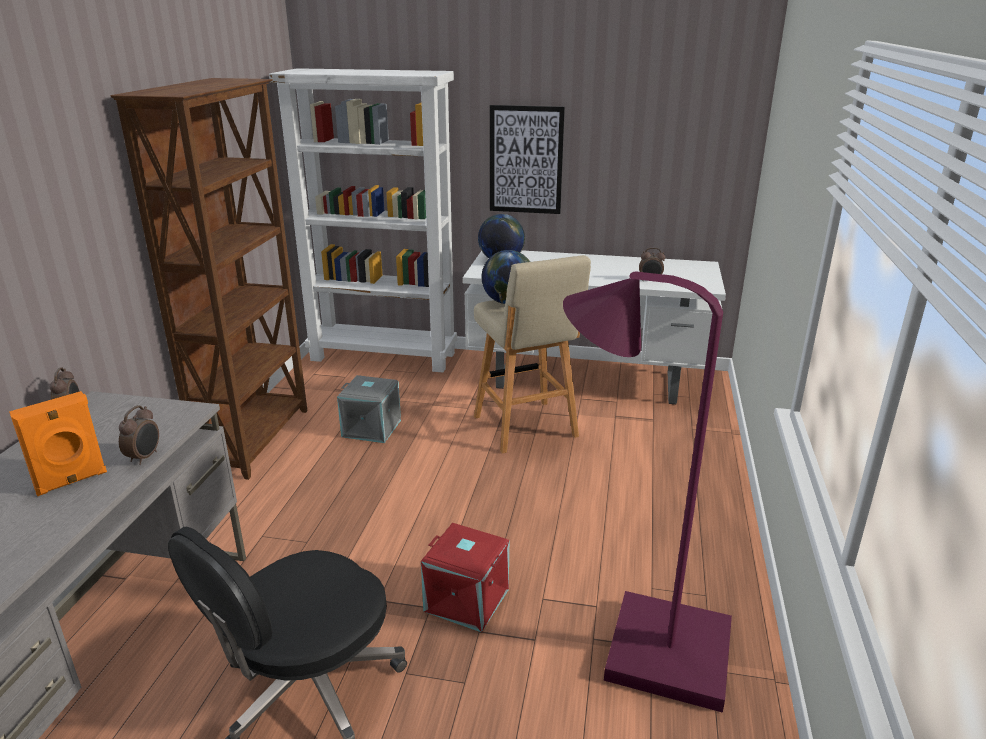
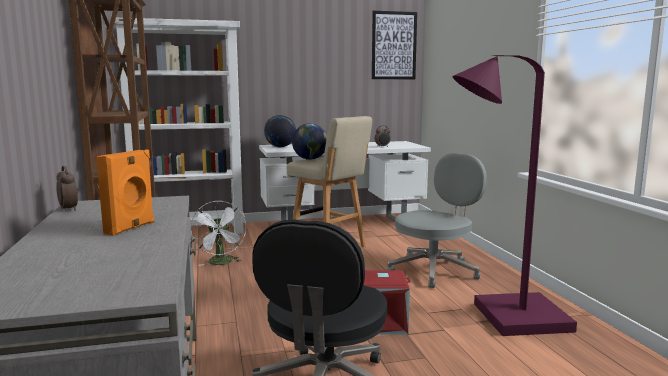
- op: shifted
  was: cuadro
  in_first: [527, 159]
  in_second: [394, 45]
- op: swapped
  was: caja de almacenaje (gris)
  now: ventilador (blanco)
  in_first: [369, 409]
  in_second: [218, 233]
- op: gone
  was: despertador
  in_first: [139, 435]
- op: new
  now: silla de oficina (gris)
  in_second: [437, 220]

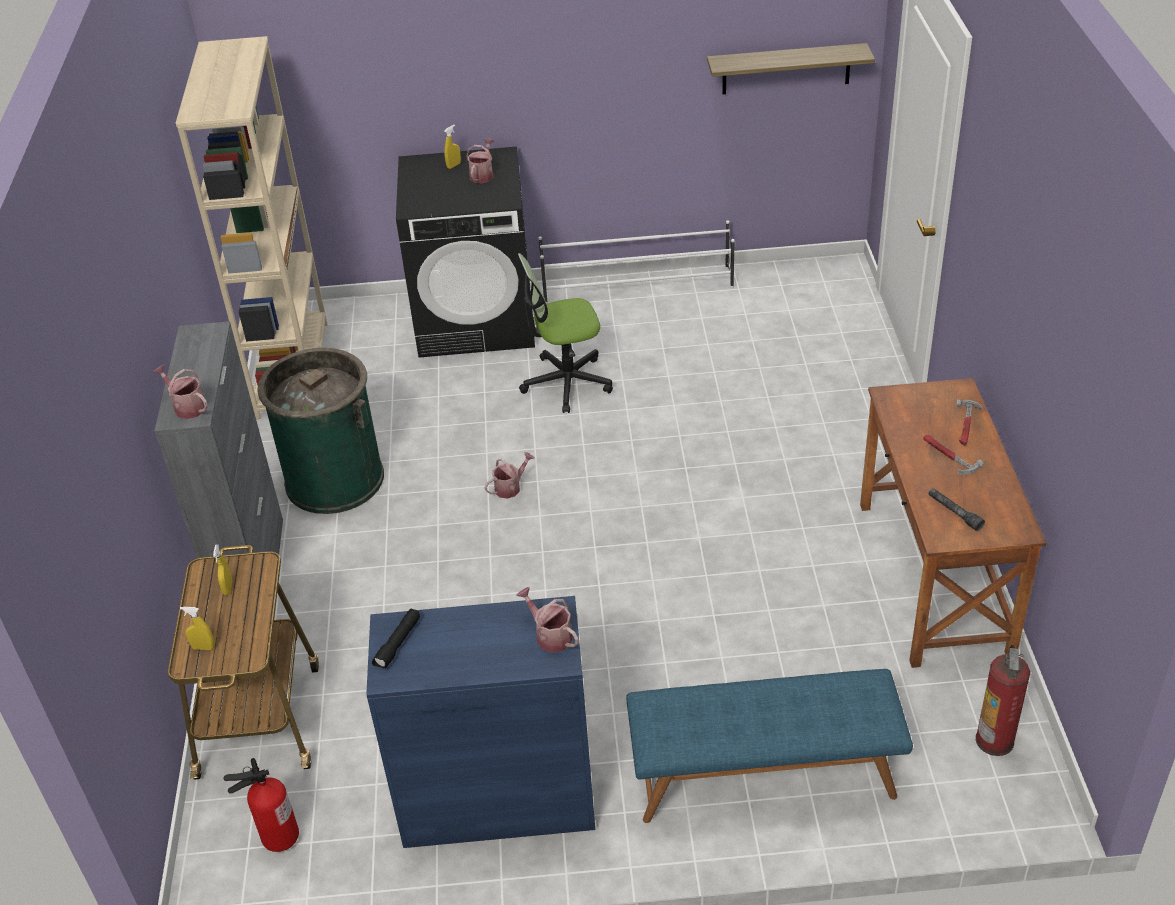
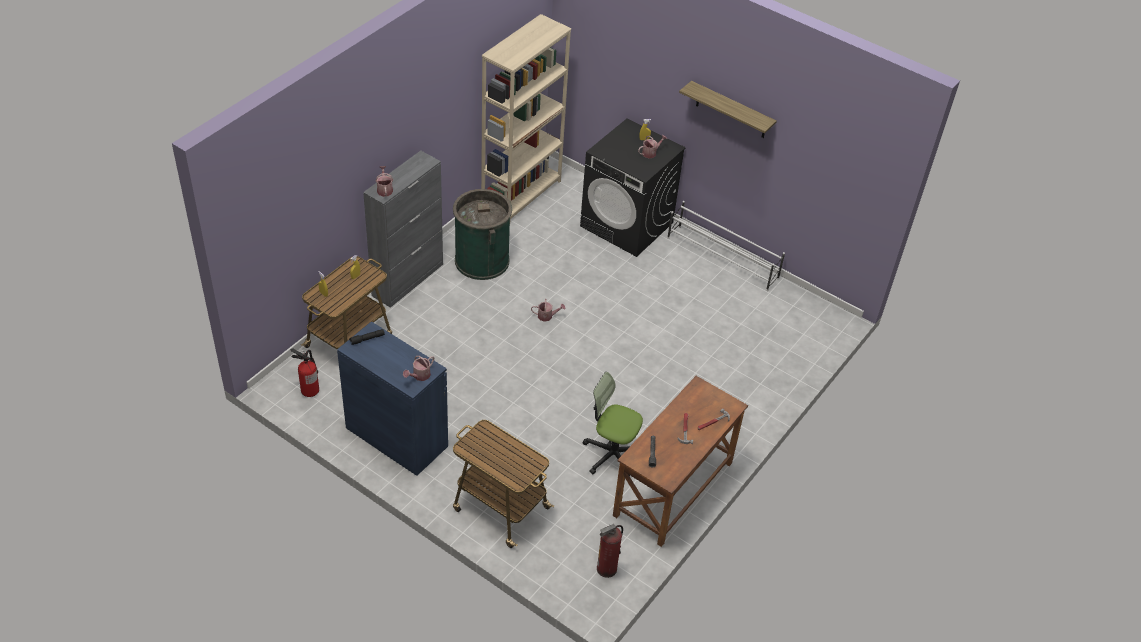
- op: shifted
  was: estante
  in_first: [791, 68]
  in_second: [728, 109]
- op: shifted
  was: silla de oficina
  in_first: [565, 333]
  in_second: [613, 424]
- op: rotated
  was: regadera
  in_first: [547, 620]
  in_second: [418, 368]
  clockwise: -135
- op: swapped
  was: banco (azul)
  now: carrito
  in_first: [769, 746]
  in_second: [503, 484]

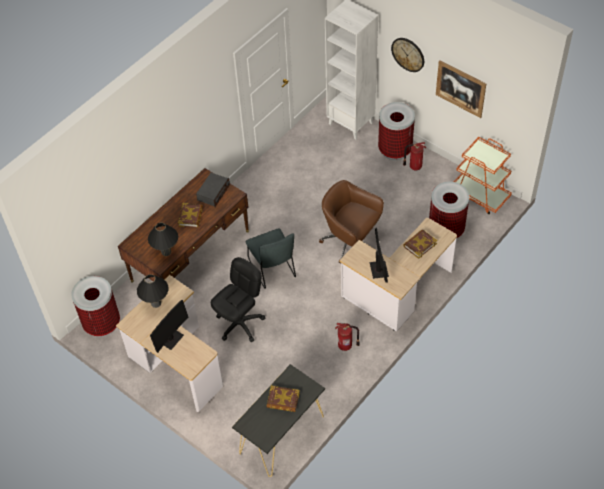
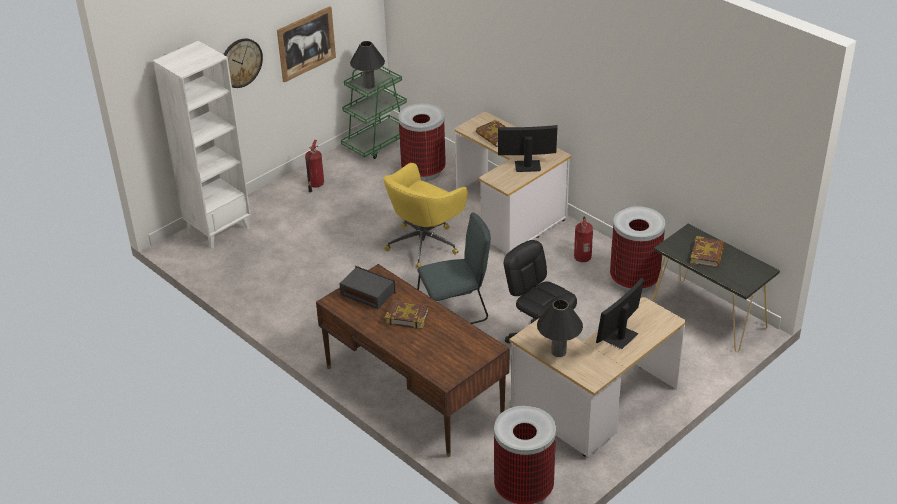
- op: shifted
  was: papelera
  in_first: [396, 131]
  in_second: [637, 249]
- op: repainted
  was: carrito (naranja)
  now: carrito (verde)
  in_first: [483, 175]
  in_second: [374, 112]
- op: repainted
  was: silla de oficina (marrón)
  now: silla de oficina (amarillo)
  in_first: [351, 222]
  in_second: [425, 215]
- op: shifted
  was: lámpara de mesa (negro)
  in_first: [163, 239]
  in_second: [367, 65]
- op: rotated
  was: monitor
  in_first: [169, 326]
  in_second: [620, 313]
  clockwise: -90

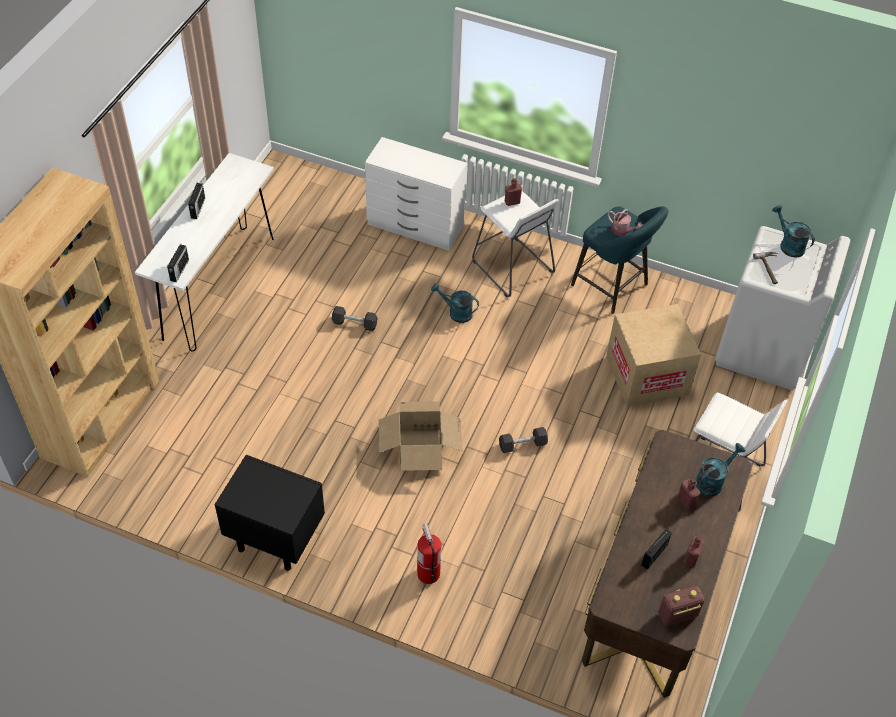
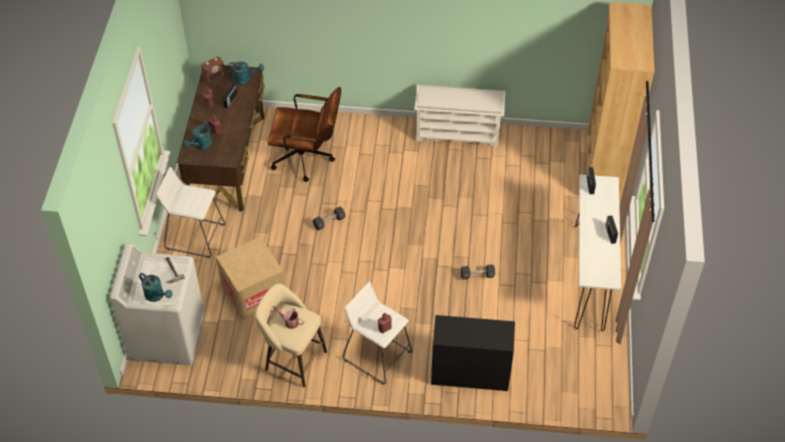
- op: repainted
  was: cómoda (blanco)
  now: cómoda (negro)
  in_first: [416, 194]
  in_second: [473, 353]
- op: repainted
  was: taburete (turquesa)
  now: taburete (beis)
  in_first: [619, 260]
  in_second: [291, 335]
- op: shifted
  was: regadera (turquesa)
  in_first: [455, 303]
  in_second: [246, 73]
- op: gone
  was: caja de cartón
  in_first: [421, 436]
- op: swapped
  was: mesita de noche (negro)
  now: zapatero (blanco)
  in_first: [269, 513]
  in_second: [459, 116]
- op: gone
  was: extintor
  in_first: [429, 553]
- op: new
  now: silla de oficina (marrón)
  in_second: [304, 134]

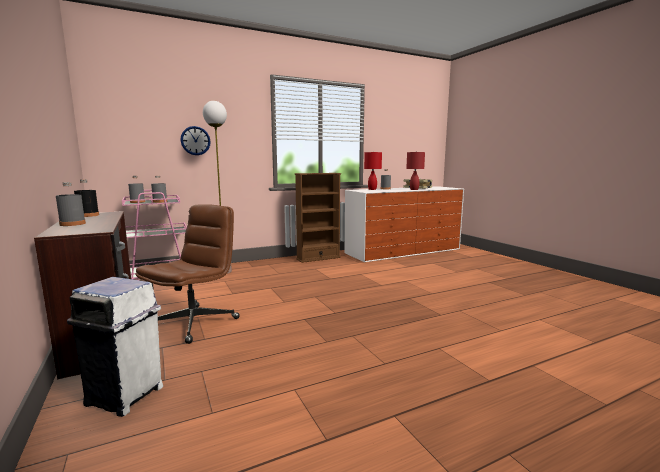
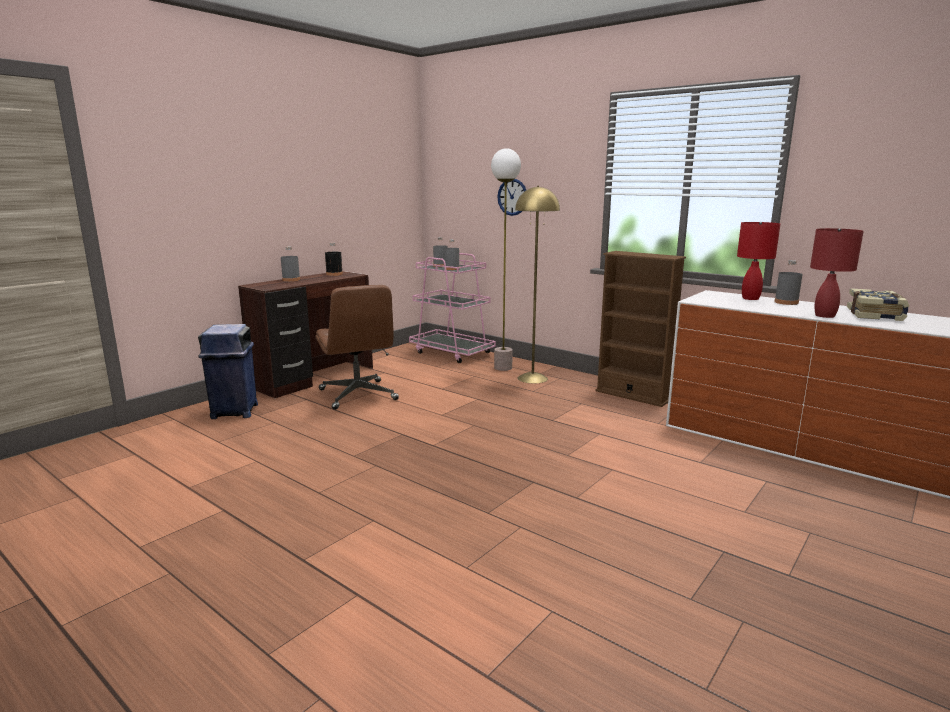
- op: rotated
  was: silla de oficina (marrón)
  in_first: [188, 274]
  in_second: [357, 347]
  clockwise: 60
- op: repainted
  was: papelera (blanco)
  now: papelera (azul)
  in_first: [115, 347]
  in_second: [228, 371]
- op: new
  now: lámpara de pie (amarillo)
  in_second: [537, 284]

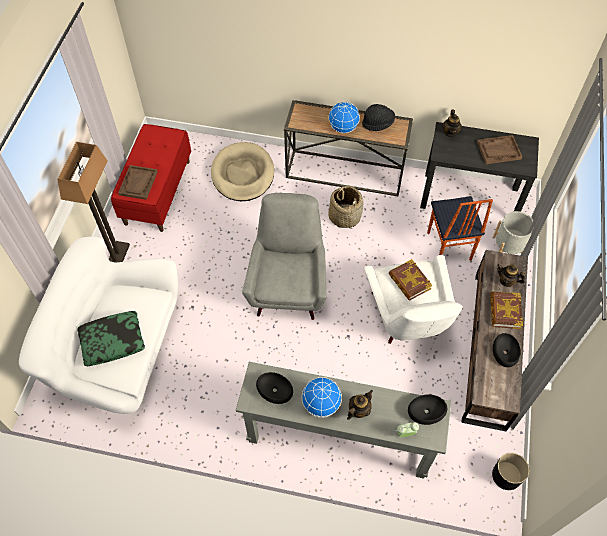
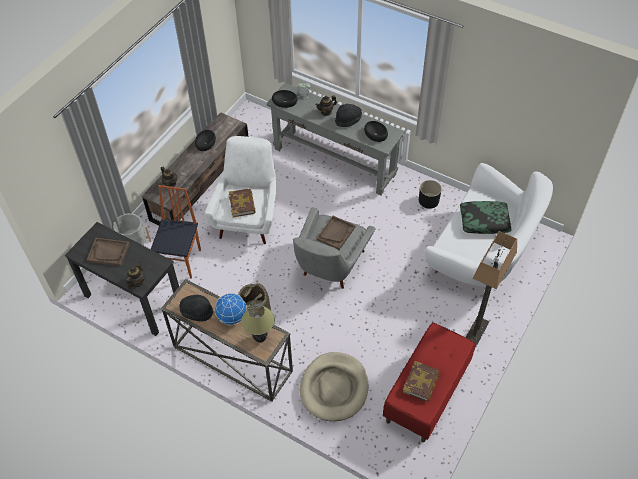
- op: shifted
  was: bandeja (marrón)
  in_first: [138, 182]
  in_second: [336, 233]
- op: shifted
  was: libro
  in_first: [506, 310]
  in_second: [421, 381]
- op: swapped
  was: globo terráqueo
  now: sombrero (negro)
  in_first: [322, 397]
  in_second: [348, 115]
- op: shifted
  was: maceta (negro)
  in_first: [510, 471]
  in_second: [430, 194]
- op: new
  now: lámpara de mesa
  in_second: [258, 323]

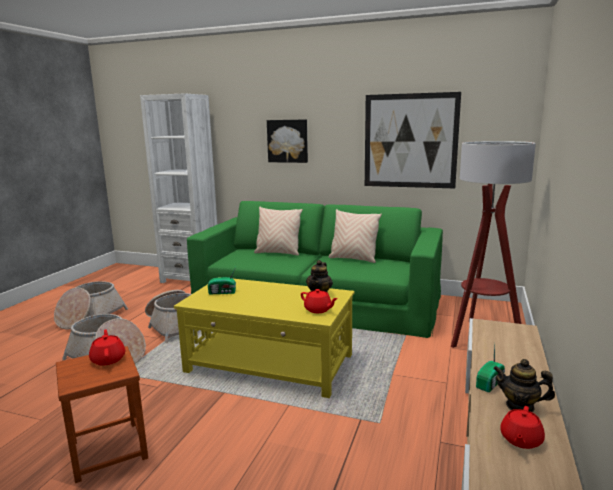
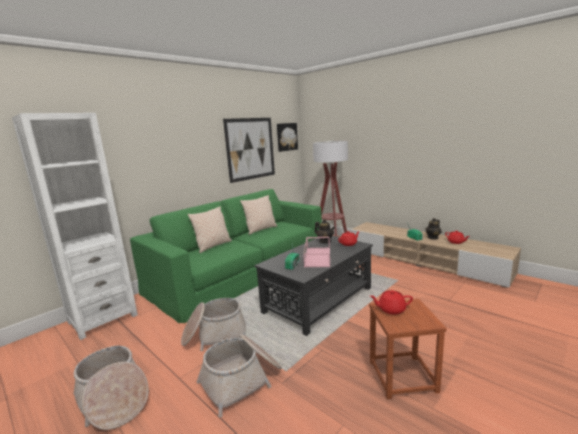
- op: shifted
  was: cuadro
  in_first: [287, 141]
  in_second: [287, 137]
- op: repainted
  was: mesa de centro (amarillo)
  now: mesa de centro (negro)
  in_first: [264, 337]
  in_second: [314, 286]
- op: new
  now: bandeja (rosa)
  in_second: [316, 252]

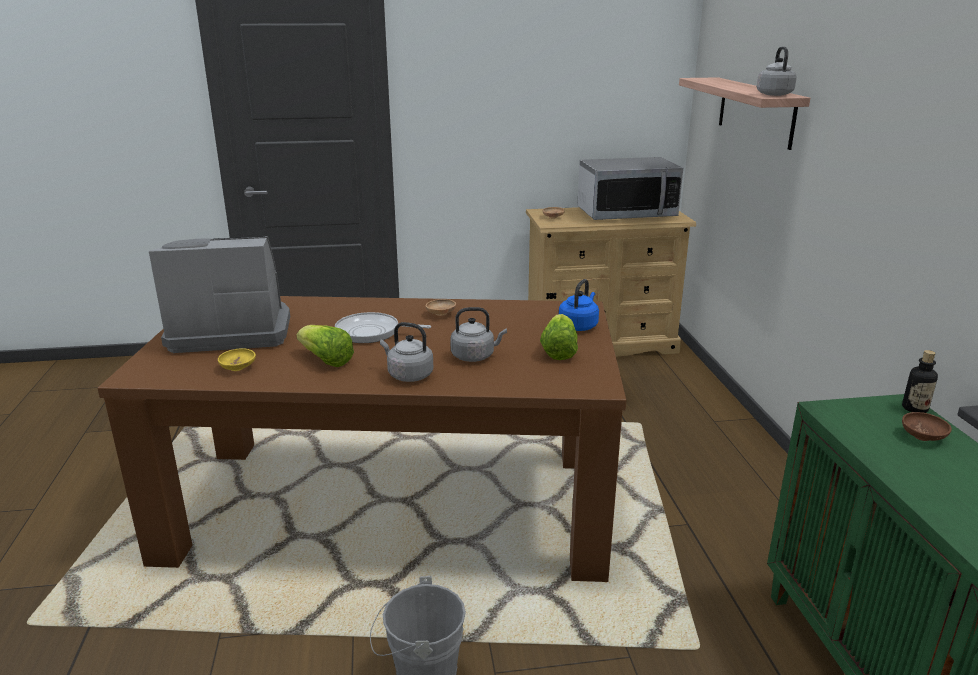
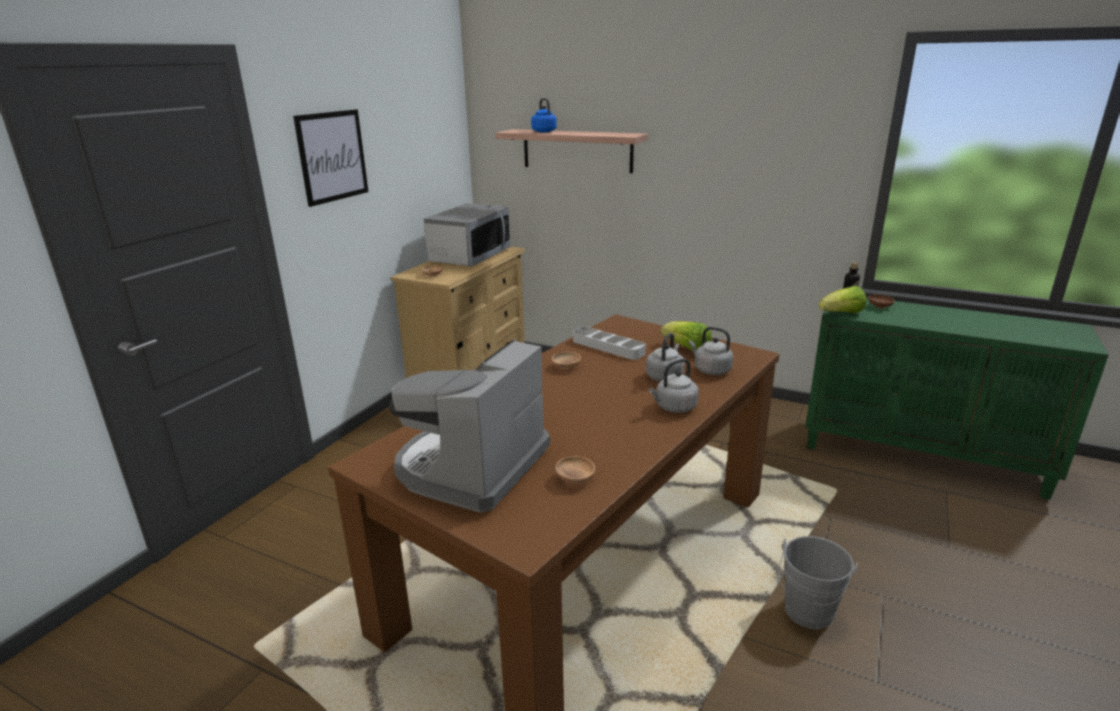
- op: shifted
  was: hervidor (gris)
  in_first: [777, 71]
  in_second: [711, 351]
- op: shifted
  was: hervidor (azul)
  in_first: [579, 305]
  in_second: [544, 115]
- op: gone
  was: sartén
  in_first: [383, 327]
- op: shifted
  was: lechuga
  in_first: [325, 346]
  in_second: [842, 299]
- op: repainted
  was: cuenco (amarillo)
  now: cuenco (marrón)
  in_first: [237, 359]
  in_second: [575, 470]
- op: new
  now: cuadro
  in_second: [330, 158]
- op: new
  now: bandeja (gris)
  in_second: [609, 343]

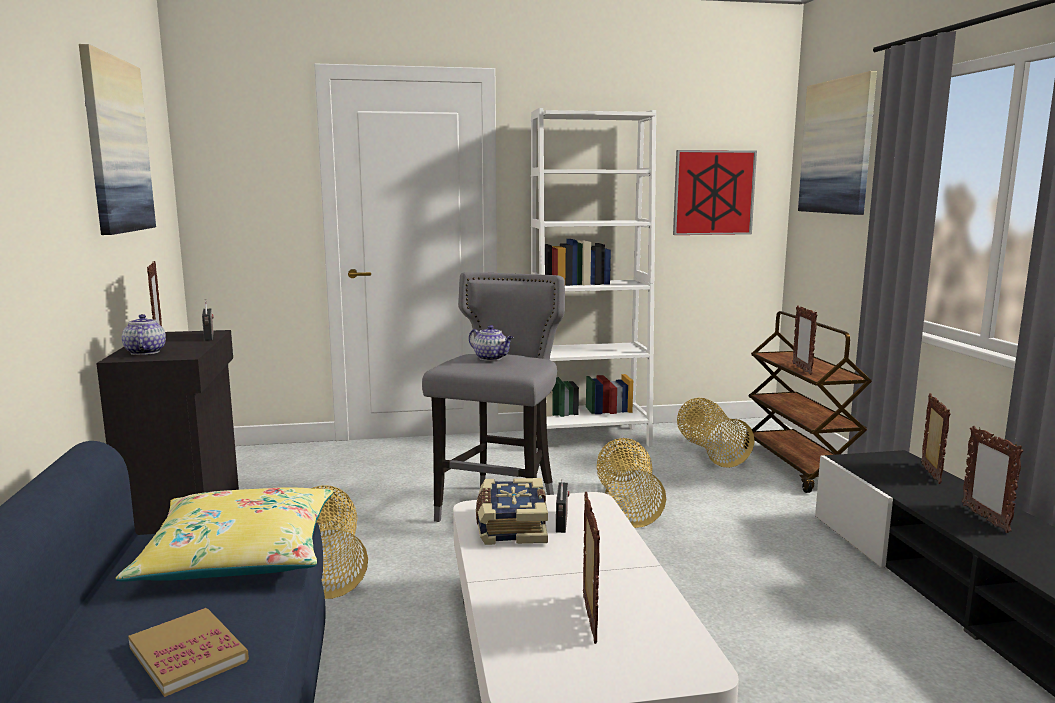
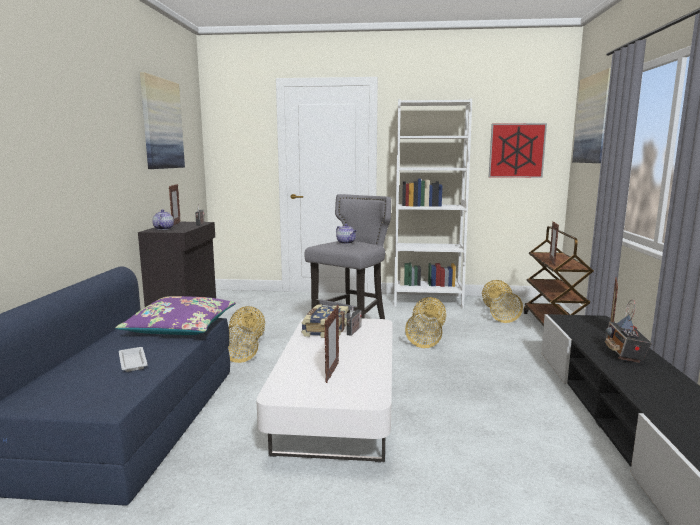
- op: swapped
  was: portarretratos
  now: radio
  in_first: [992, 479]
  in_second: [628, 331]
- op: repainted
  was: cojín (amarillo)
  now: cojín (morado)
  in_first: [224, 534]
  in_second: [175, 315]
- op: swapped
  was: libro
  now: bandeja (blanco)
  in_first: [188, 652]
  in_second: [133, 359]

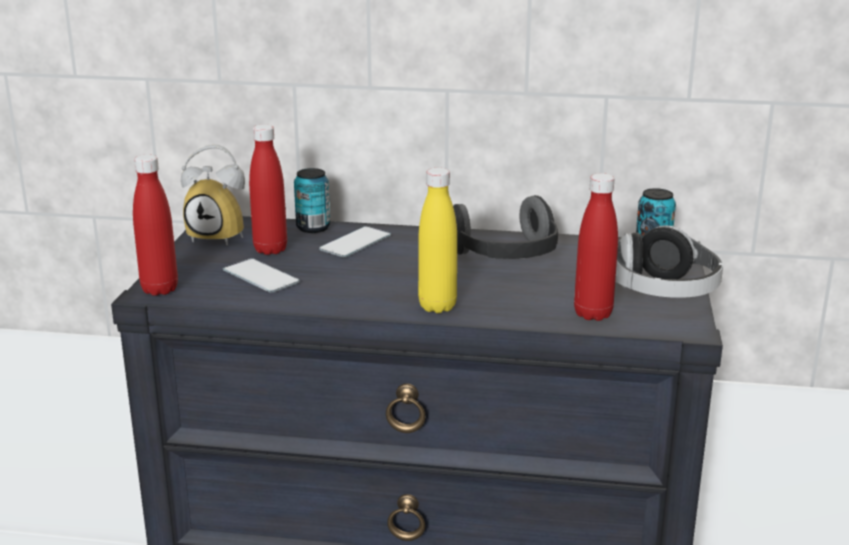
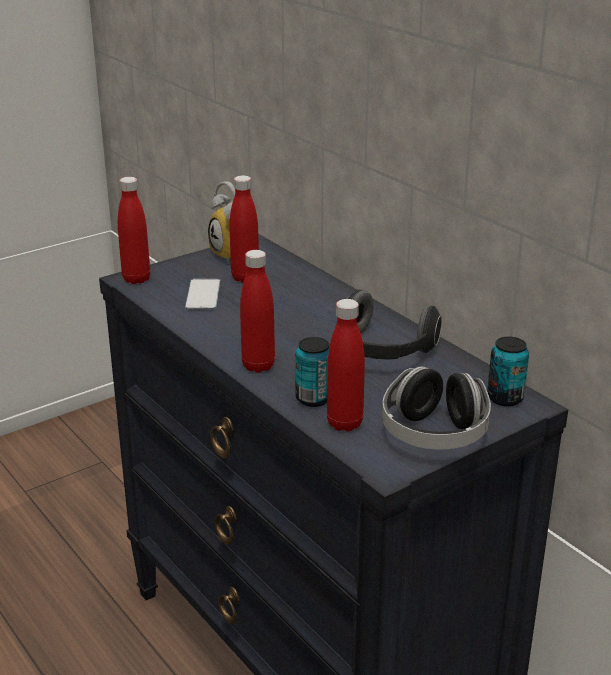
- op: shifted
  was: lata
  in_first: [312, 200]
  in_second: [312, 372]
- op: repainted
  was: botella (amarillo)
  now: botella (rojo)
  in_first: [437, 240]
  in_second: [257, 311]
- op: gone
  was: móvil
  in_first: [355, 241]

